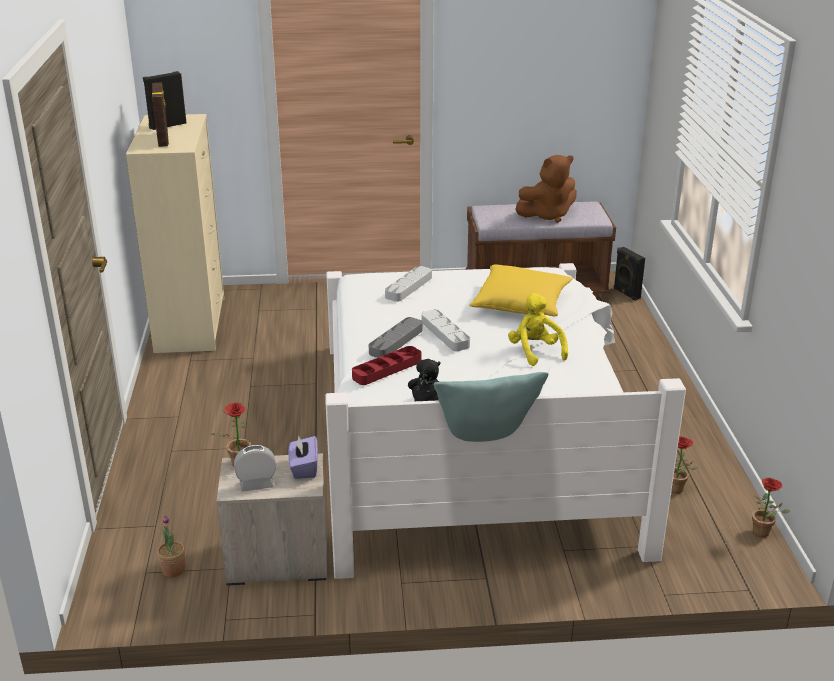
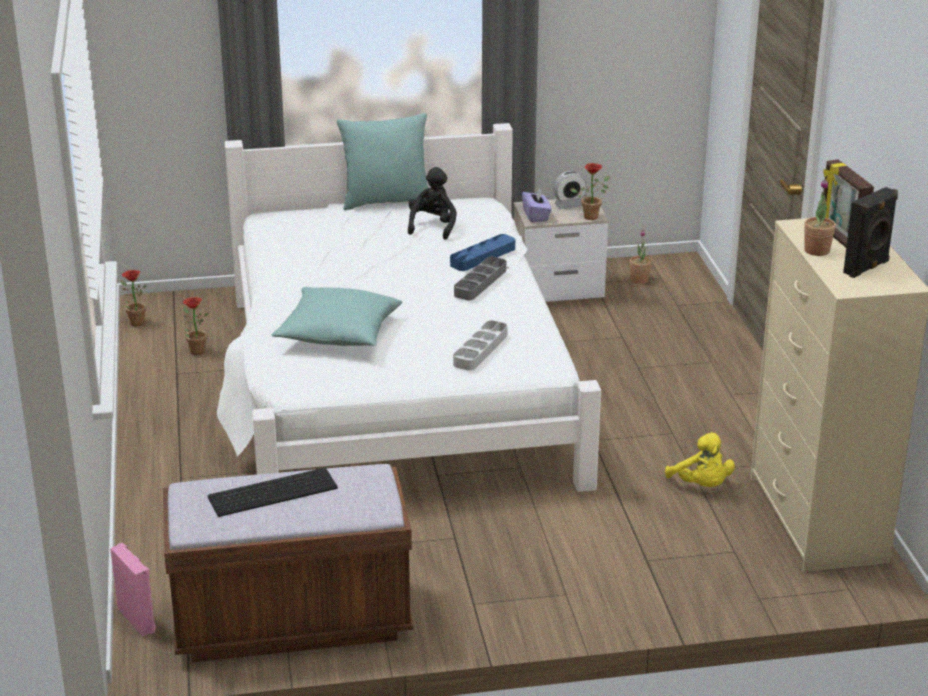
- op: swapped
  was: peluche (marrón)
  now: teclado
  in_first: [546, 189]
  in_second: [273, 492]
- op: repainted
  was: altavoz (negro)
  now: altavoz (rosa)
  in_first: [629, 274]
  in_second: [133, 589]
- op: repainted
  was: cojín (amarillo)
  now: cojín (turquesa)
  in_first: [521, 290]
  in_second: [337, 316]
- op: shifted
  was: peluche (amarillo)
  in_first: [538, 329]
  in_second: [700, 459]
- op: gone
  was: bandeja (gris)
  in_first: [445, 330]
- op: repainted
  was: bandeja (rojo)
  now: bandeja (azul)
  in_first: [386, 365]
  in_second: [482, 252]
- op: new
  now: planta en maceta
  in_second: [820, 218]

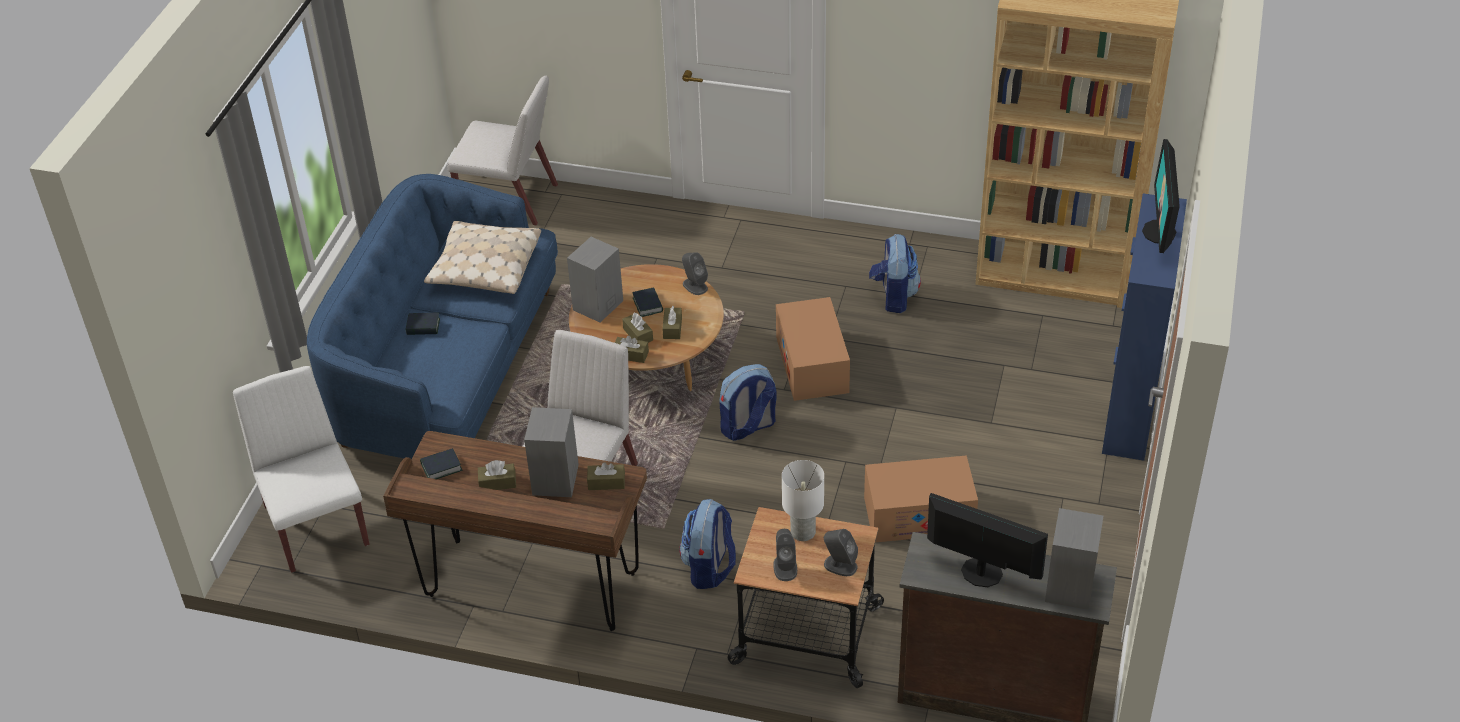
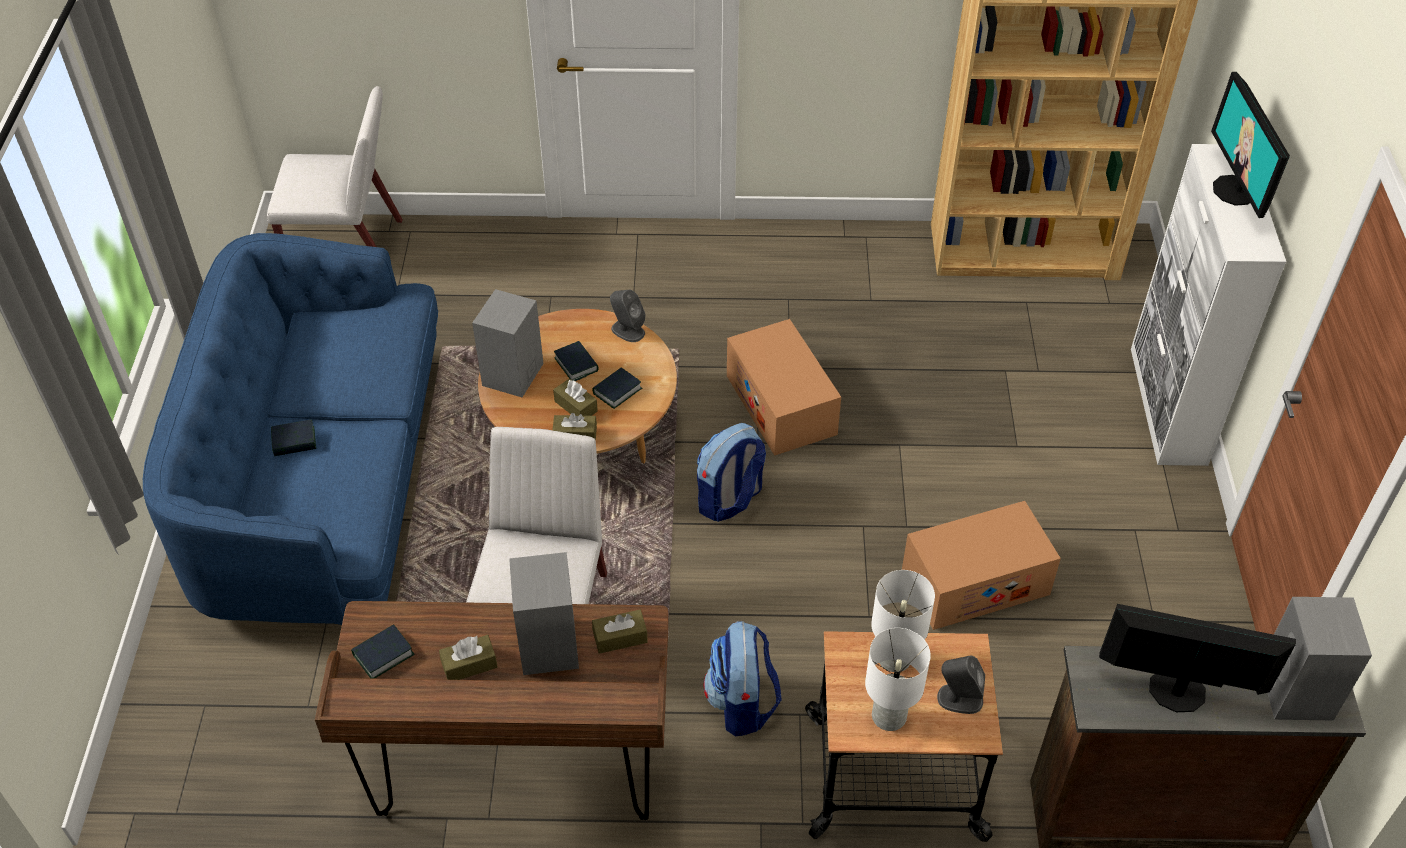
- op: repainted
  was: armario (azul)
  now: armario (blanco)
  in_first: [1144, 327]
  in_second: [1208, 305]
- op: gone
  was: cojín (beis)
  in_first: [482, 257]
- op: gone
  was: mochila
  in_first: [895, 273]
- op: swapped
  was: caja de pañuelos (marrón)
  now: libro
  in_first: [672, 322]
  in_second: [617, 388]
- op: gone
  was: silla (blanco)
  in_first: [301, 469]
- op: swapped
  was: altavoz (gris)
  now: lámpara de mesa (blanco)
  in_first: [785, 555]
  in_second: [898, 679]

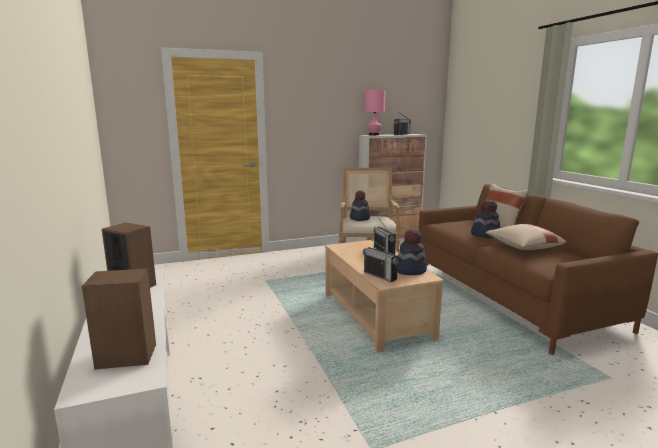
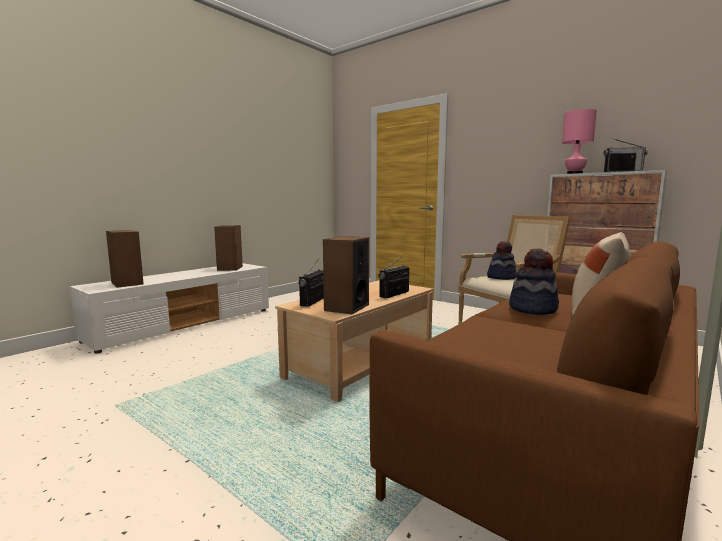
- op: gone
  was: cojín (beis)
  in_first: [526, 237]
- op: swapped
  was: sombrero
  now: altavoz
  in_first: [412, 252]
  in_second: [346, 275]

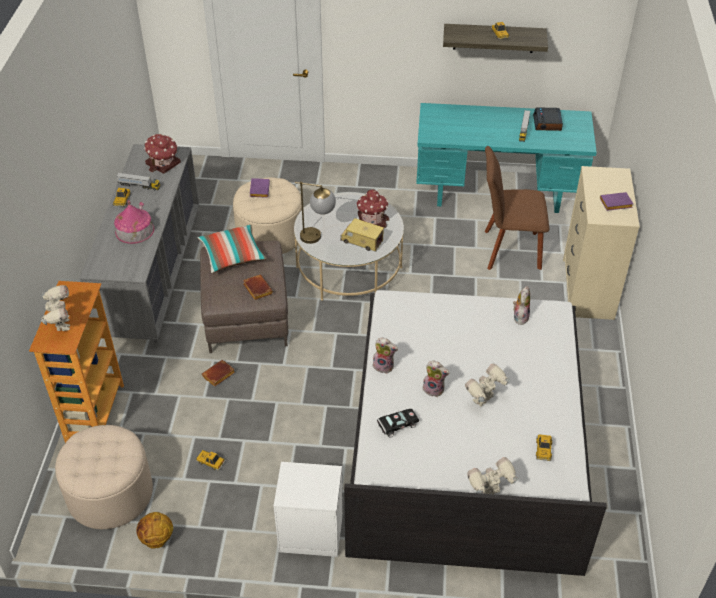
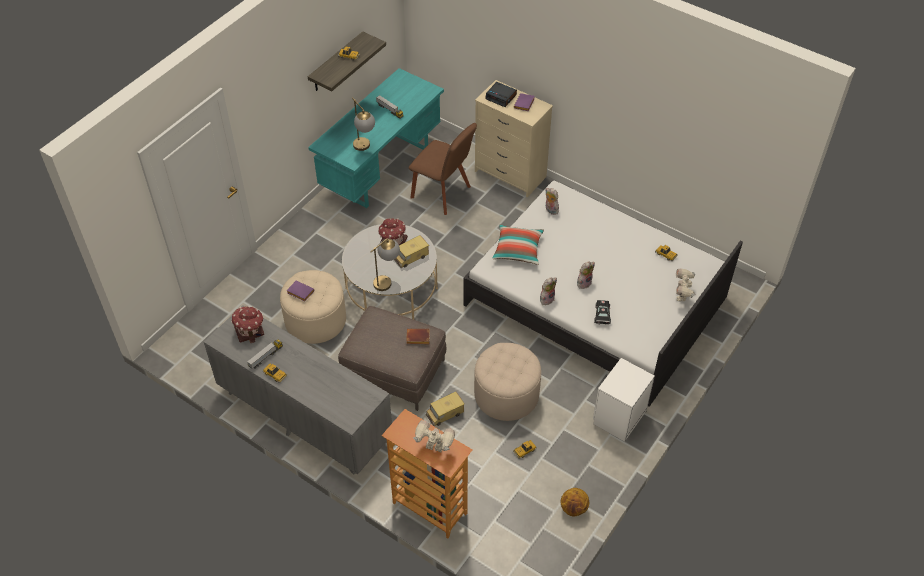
- op: shifted
  was: despertador
  in_first: [548, 119]
  in_second: [501, 94]
- op: rotated
  was: silla (marrón)
  in_first: [516, 208]
  in_second: [443, 169]
  clockwise: -90
- op: gone
  was: casita
  in_first: [134, 222]
- op: shifted
  was: cojín
  in_first: [232, 249]
  in_second: [518, 245]
- op: swapped
  was: libro (marrón)
  now: camión de juguete
  in_first: [218, 373]
  in_second: [445, 409]
- op: gone
  was: robot de juguete
  in_first: [487, 384]
- op: shifted
  was: puf (beis)
  in_first: [104, 477]
  in_second: [507, 382]
- op: new
  now: lámpara de mesa
  in_second: [363, 124]

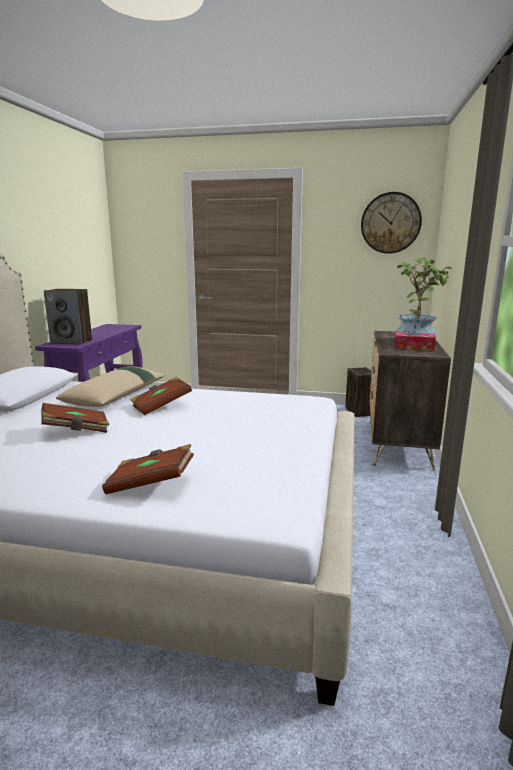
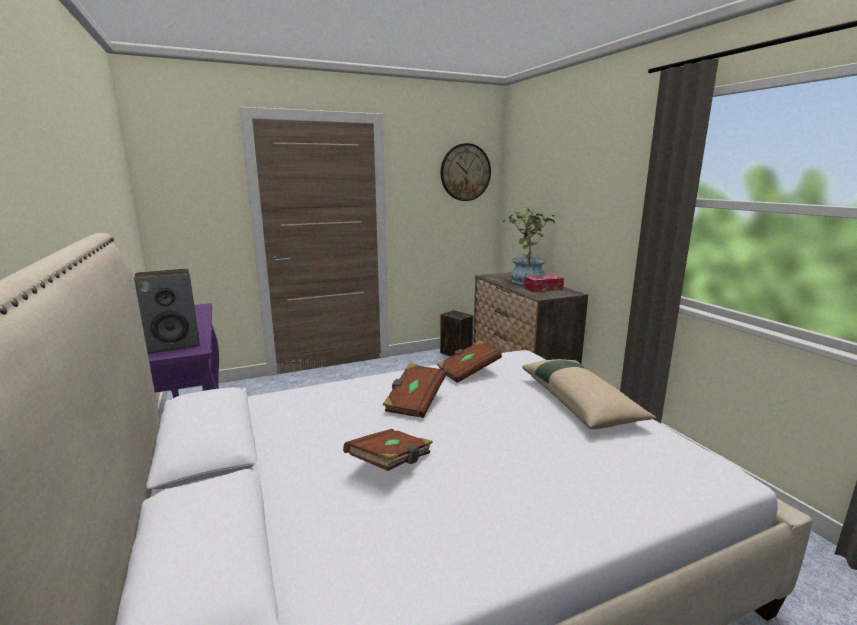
- op: shifted
  was: cojín (beis)
  in_first: [111, 386]
  in_second: [589, 394]
- op: shifted
  was: libro (marrón)
  in_first: [148, 469]
  in_second: [469, 361]

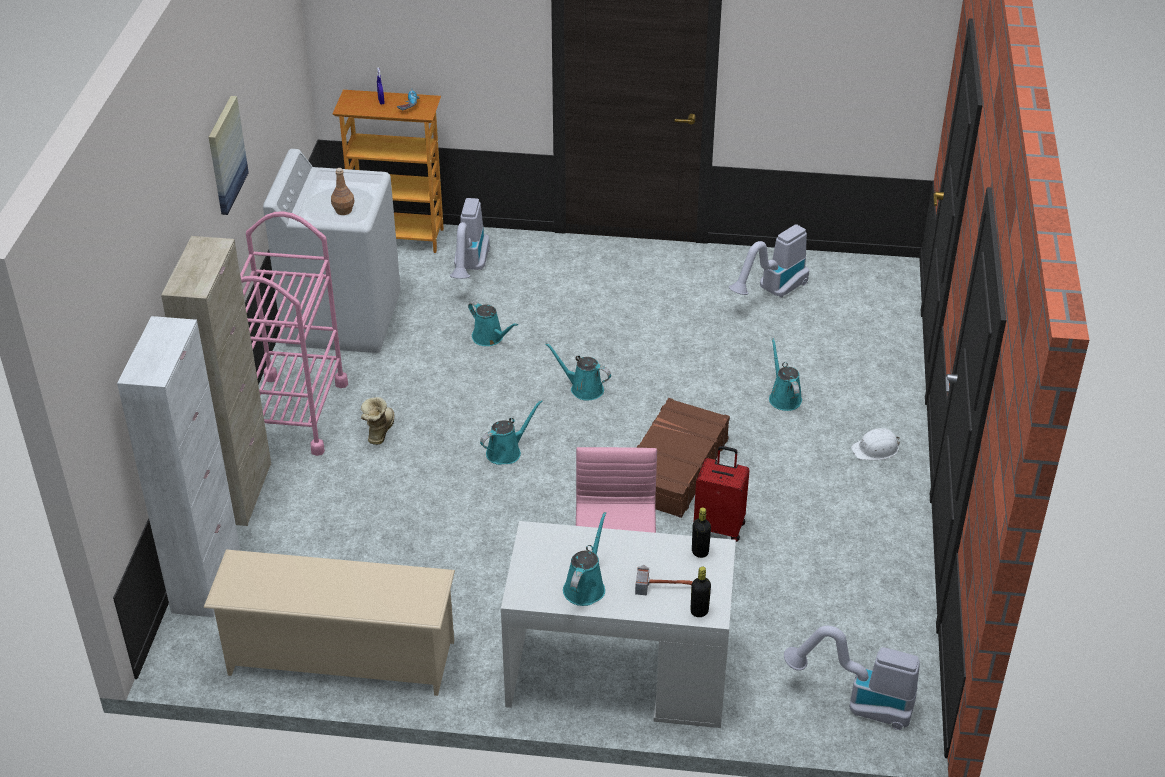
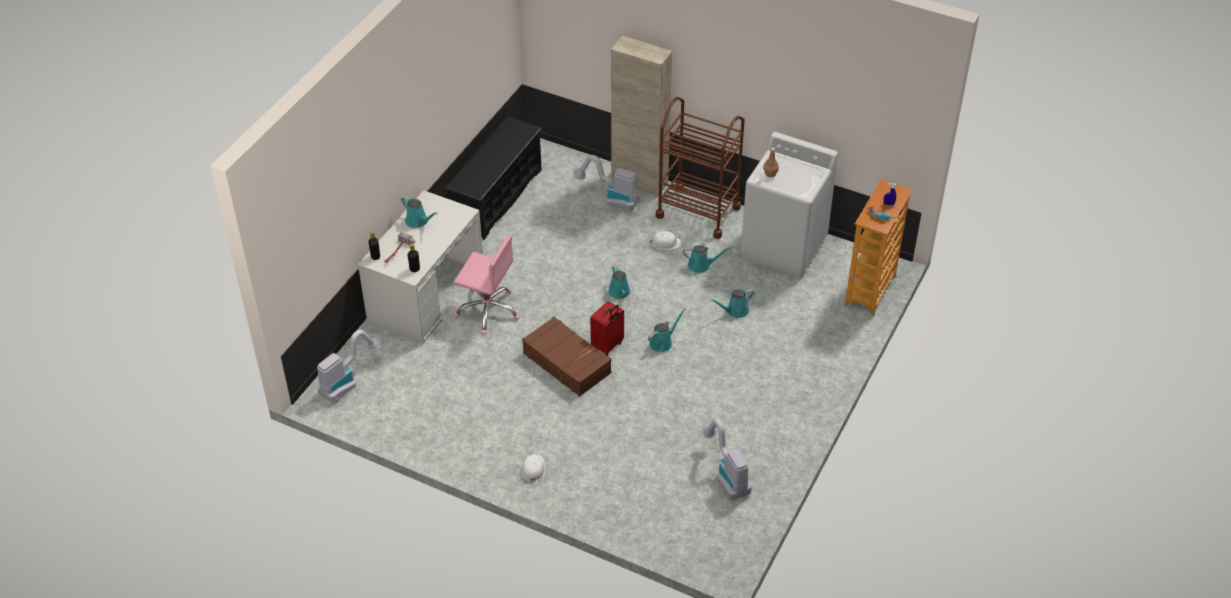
- op: gone
  was: cuadro
  in_first: [229, 155]
- op: shifted
  was: aspiradora
  in_first: [470, 238]
  in_second: [606, 184]
- op: repainted
  was: carrito (rosa)
  now: carrito (marrón)
  in_first: [294, 333]
  in_second: [700, 168]
- op: gone
  was: armario (blanco)
  in_first: [178, 466]
- op: shifted
  was: regadera (turquesa)
  in_first: [785, 374]
  in_second: [707, 259]
- op: swapped
  was: bota
  now: casco (blanco)
  in_first: [377, 421]
  in_second: [665, 240]
- op: shifted
  was: maleta (rojo)
  in_first: [721, 494]
  in_second: [607, 328]
- op: repainted
  was: zapatero (beis)
  now: zapatero (negro)
  in_first: [329, 622]
  in_second: [493, 178]

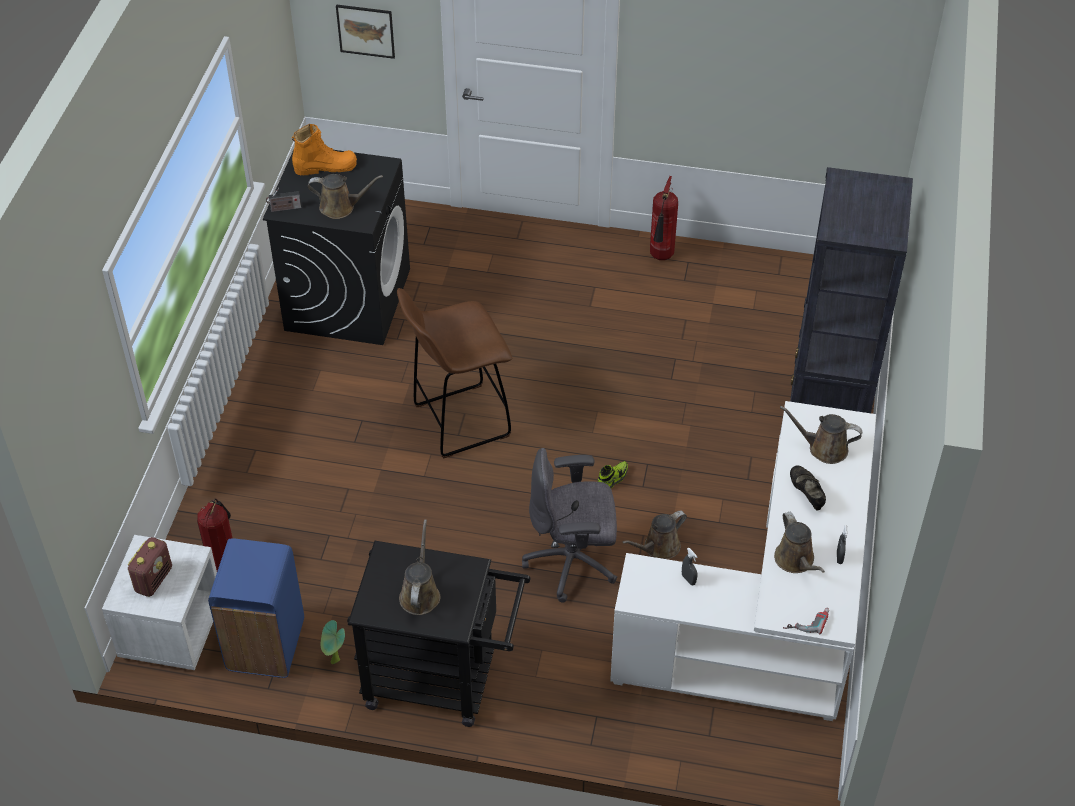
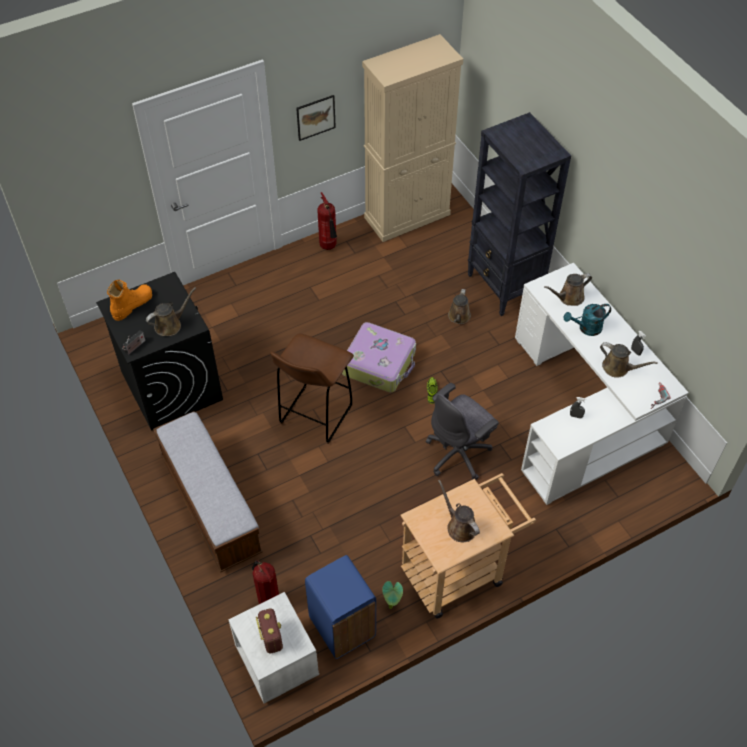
- op: shifted
  was: cuadro
  in_first: [365, 31]
  in_second: [316, 118]
- op: swapped
  was: zapato (negro)
  now: regadera (turquesa)
  in_first: [808, 488]
  in_second: [587, 320]
- op: shifted
  was: regadera (marrón)
  in_first: [654, 534]
  in_second: [459, 306]
- op: repainted
  was: carrito (negro)
  now: carrito (beis)
  in_first: [439, 634]
  in_second: [468, 546]
- op: new
  now: armario (beis)
  in_second: [412, 138]
- op: new
  now: maleta
  in_second: [379, 357]
- op: new
  now: banco
  in_second: [208, 491]

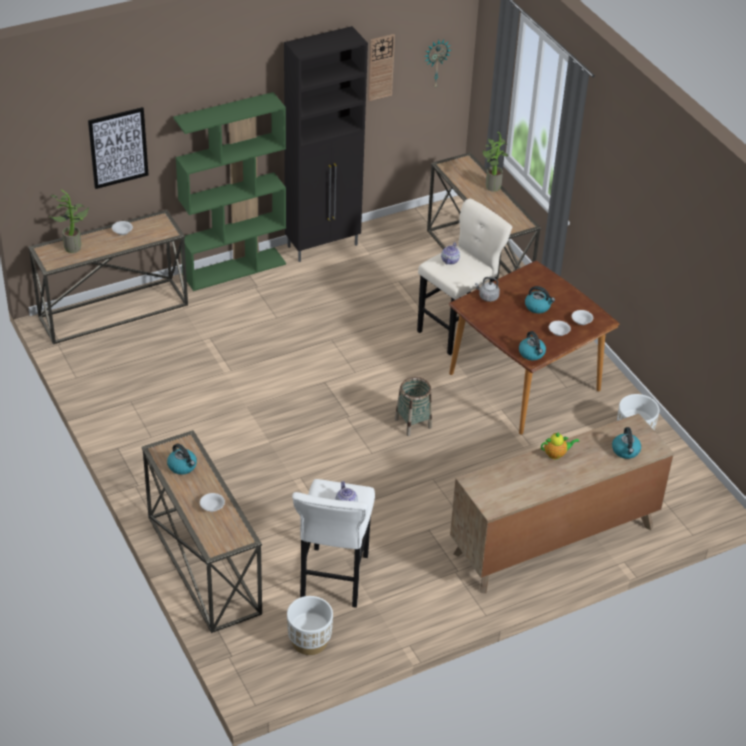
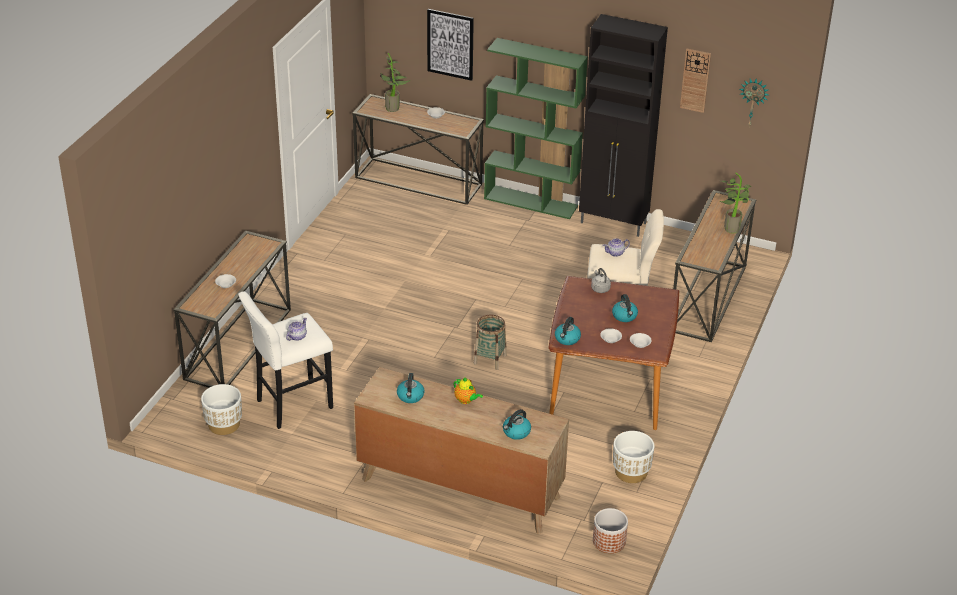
- op: shifted
  was: hervidor
  in_first: [182, 459]
  in_second: [410, 388]
- op: new
  now: maceta
  in_second: [610, 530]

